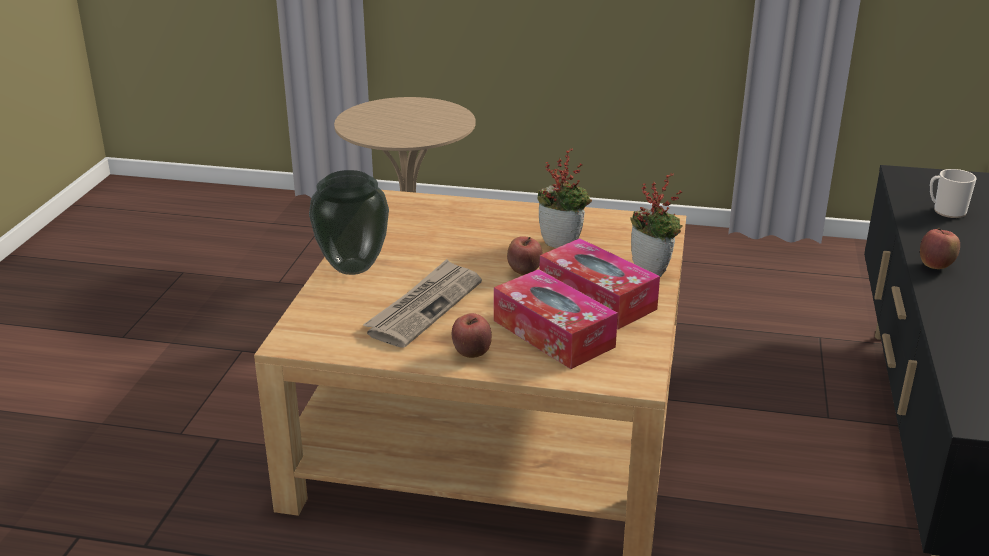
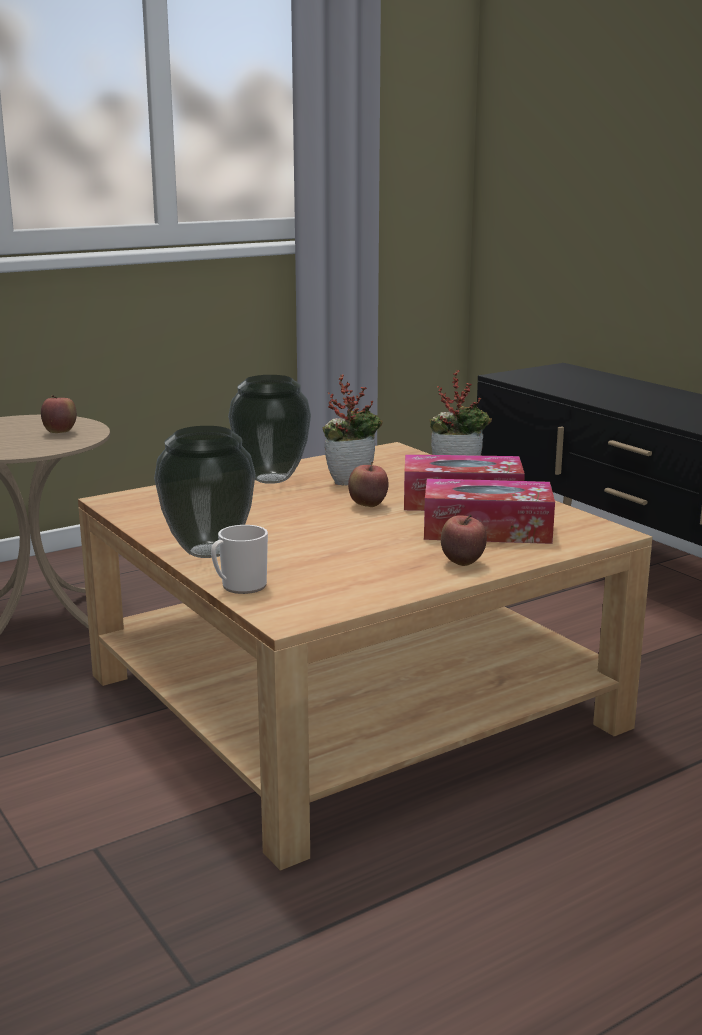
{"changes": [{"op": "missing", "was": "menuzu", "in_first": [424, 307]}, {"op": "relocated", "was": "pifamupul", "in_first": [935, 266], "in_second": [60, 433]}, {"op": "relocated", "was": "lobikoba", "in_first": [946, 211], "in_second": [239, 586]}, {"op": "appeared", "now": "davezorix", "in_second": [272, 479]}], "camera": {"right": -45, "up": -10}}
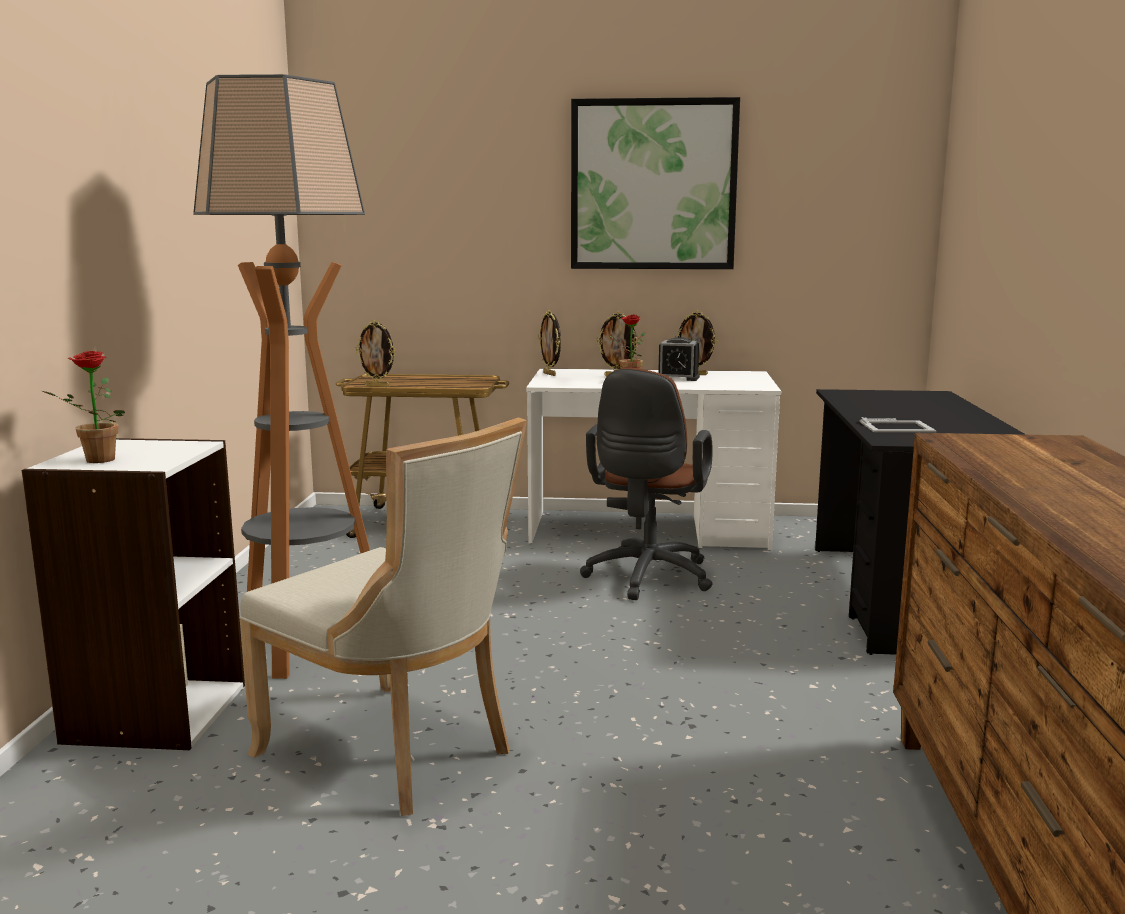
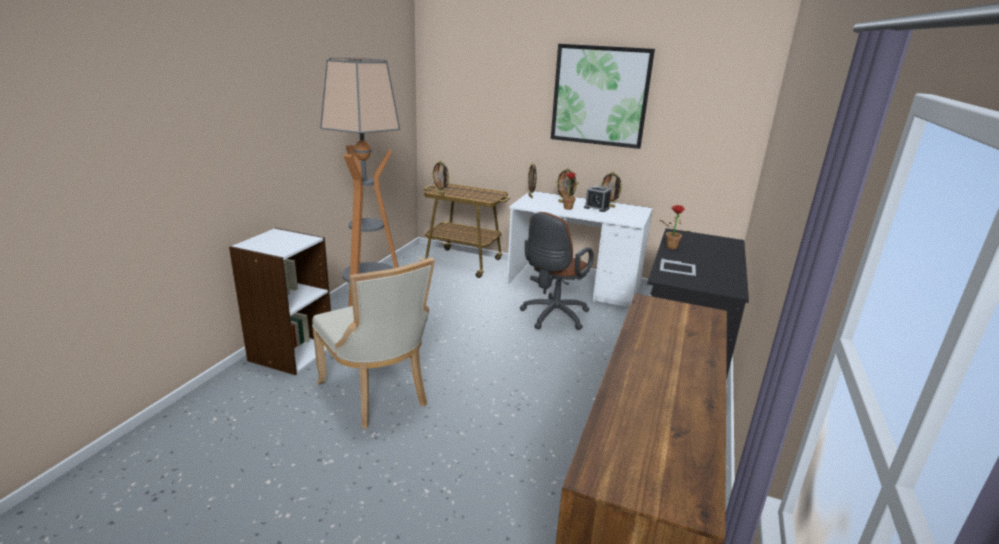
{"changes": [{"op": "relocated", "was": "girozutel", "in_first": [94, 461], "in_second": [669, 247]}], "camera": {"right": 15, "up": 10}}
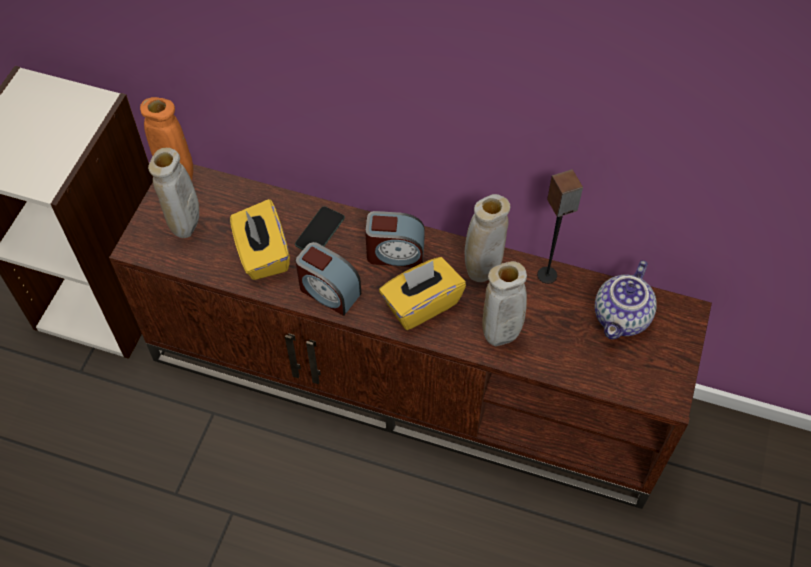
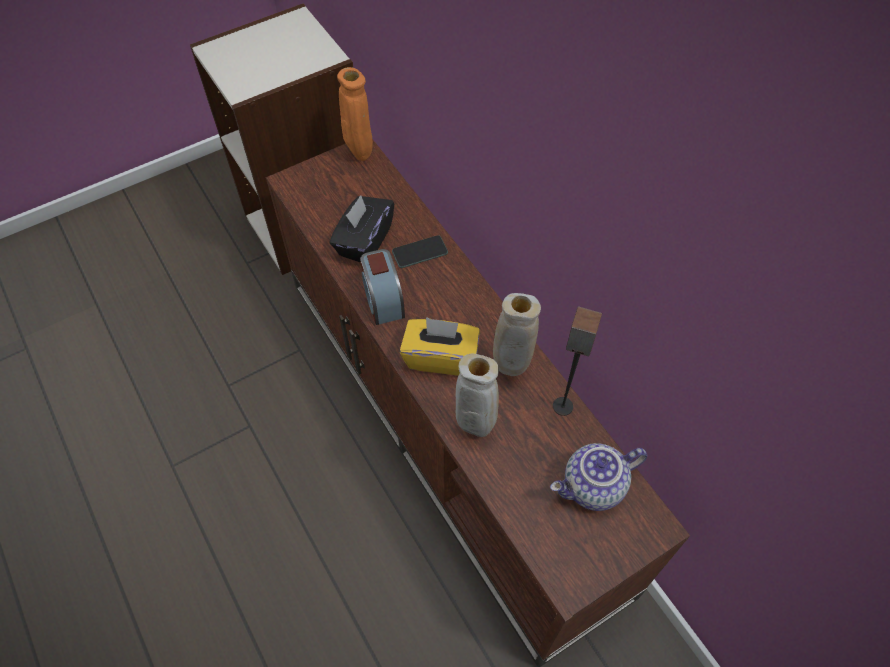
{"changes": [{"op": "missing", "was": "beige davezorix", "in_first": [187, 230]}, {"op": "colour", "was": "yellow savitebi", "now": "black savitebi", "in_first": [262, 254], "in_second": [364, 241]}, {"op": "missing", "was": "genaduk", "in_first": [395, 253]}], "camera": {"right": 40, "up": 0}}
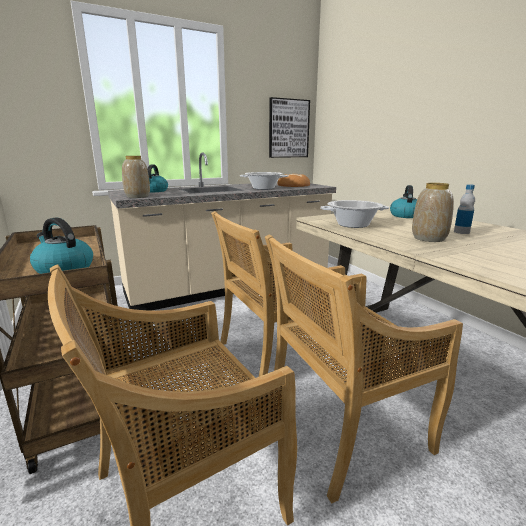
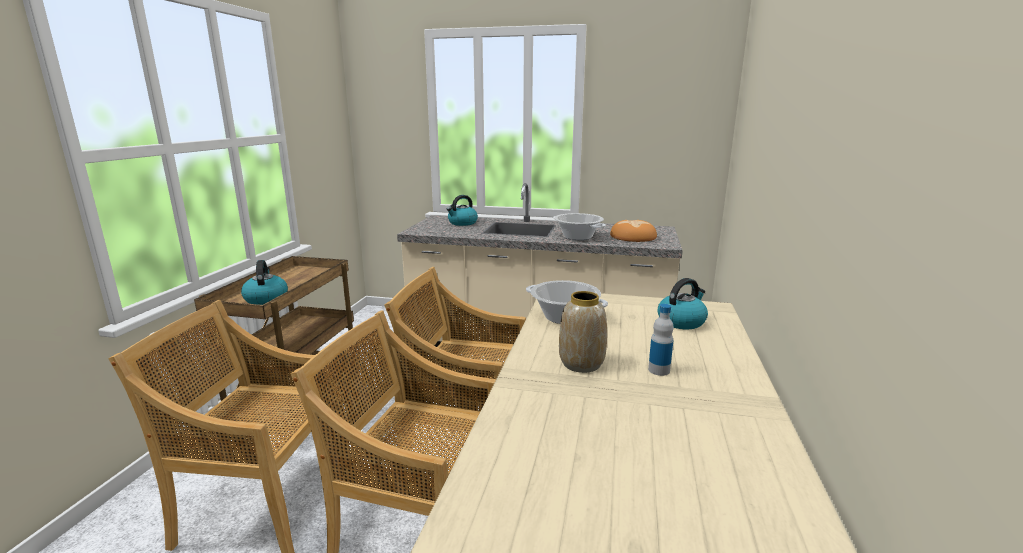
{"changes": [{"op": "missing", "was": "davezorix", "in_first": [138, 196]}, {"op": "missing", "was": "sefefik", "in_first": [288, 128]}], "camera": {"right": 40, "up": 0}}
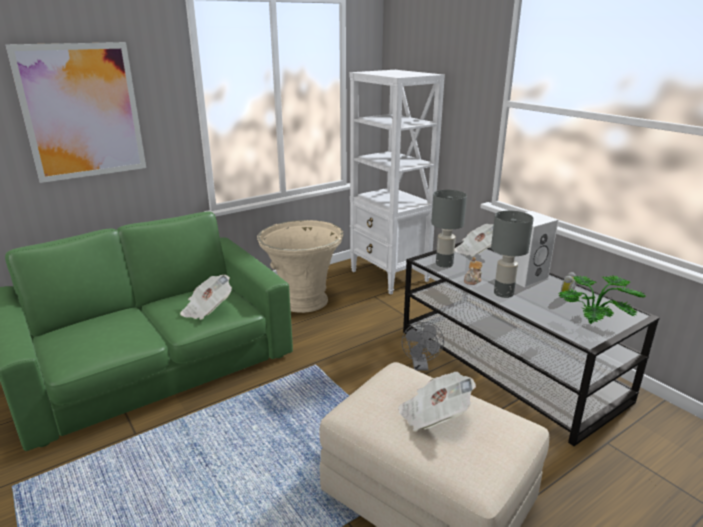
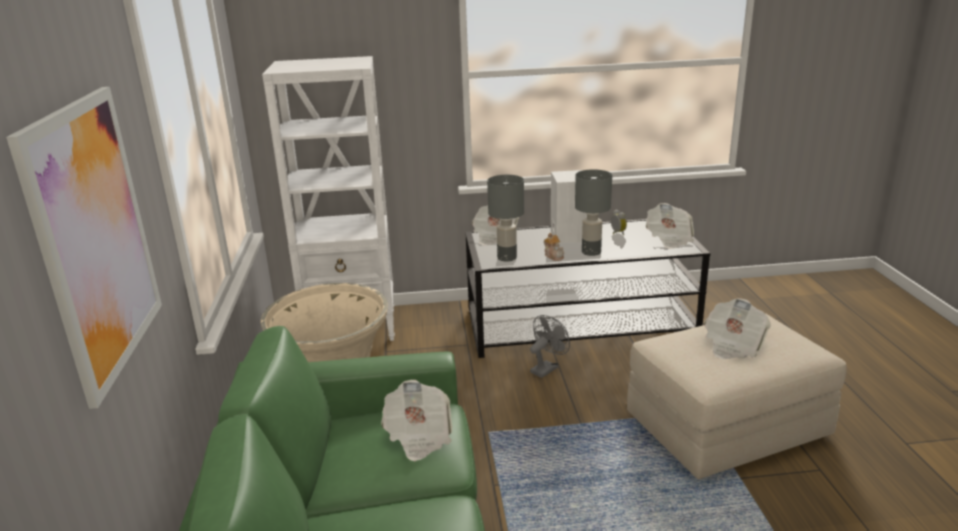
{"changes": [{"op": "spun", "was": "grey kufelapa", "in_first": [420, 366], "in_second": [547, 368], "clockwise": -75}, {"op": "exchanged", "was": "girozutel", "now": "menuzu", "in_first": [595, 325], "in_second": [669, 239]}], "camera": {"right": -60, "up": 0}}
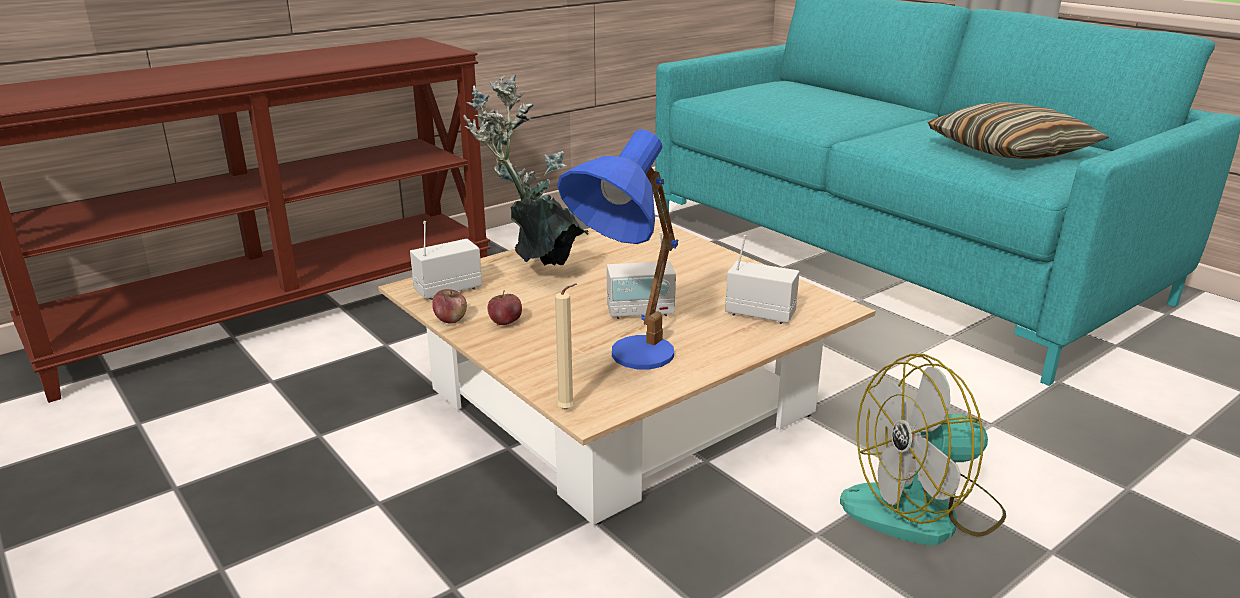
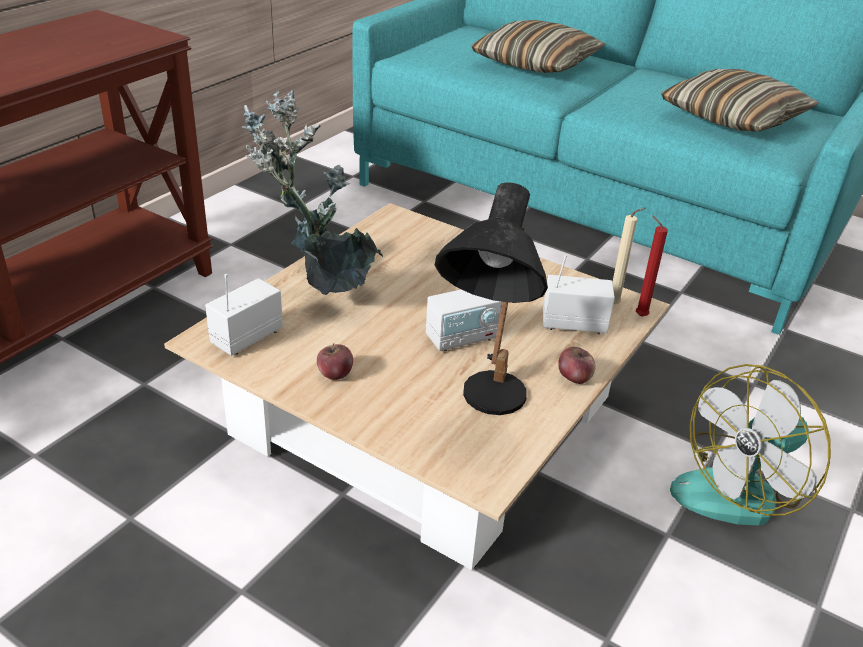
{"changes": [{"op": "relocated", "was": "pifamupul", "in_first": [451, 319], "in_second": [574, 377]}, {"op": "relocated", "was": "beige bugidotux", "in_first": [568, 410], "in_second": [615, 304]}, {"op": "colour", "was": "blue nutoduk", "now": "black nutoduk", "in_first": [625, 362], "in_second": [484, 408]}, {"op": "appeared", "now": "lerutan", "in_second": [536, 63]}, {"op": "appeared", "now": "red bugidotux", "in_second": [639, 315]}], "camera": {"right": -20, "up": 10}}
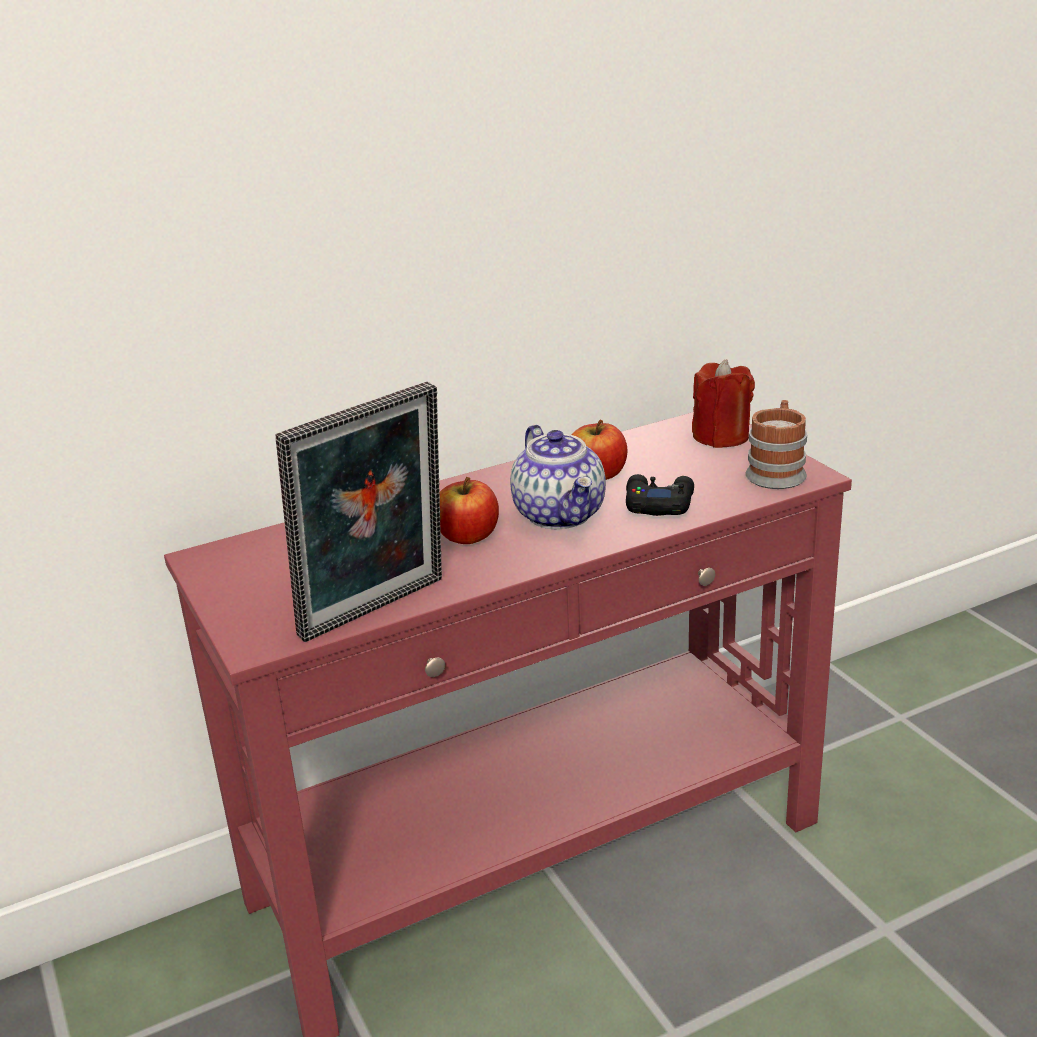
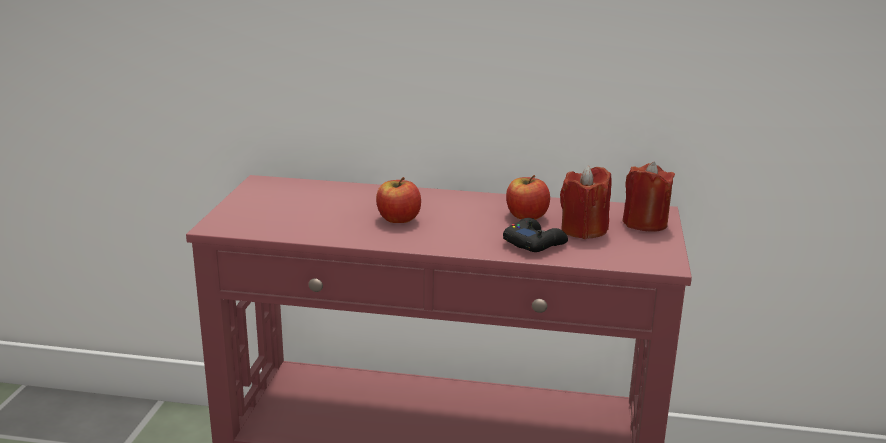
{"changes": [{"op": "missing", "was": "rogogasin", "in_first": [378, 611]}, {"op": "missing", "was": "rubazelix", "in_first": [561, 515]}, {"op": "missing", "was": "lobikoba", "in_first": [777, 471]}, {"op": "appeared", "now": "red bugidotux", "in_second": [583, 230]}], "camera": {"right": 35, "up": -5}}
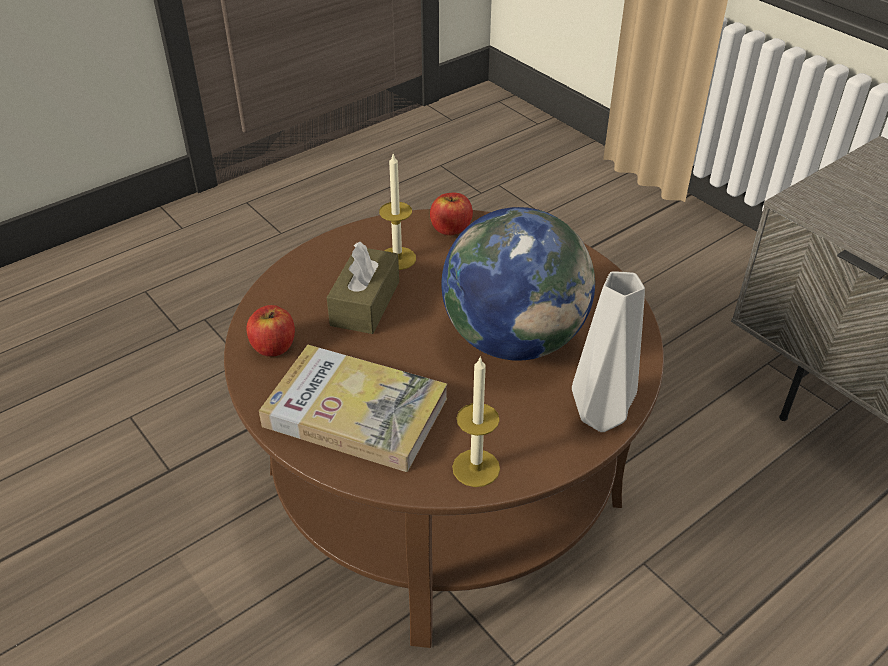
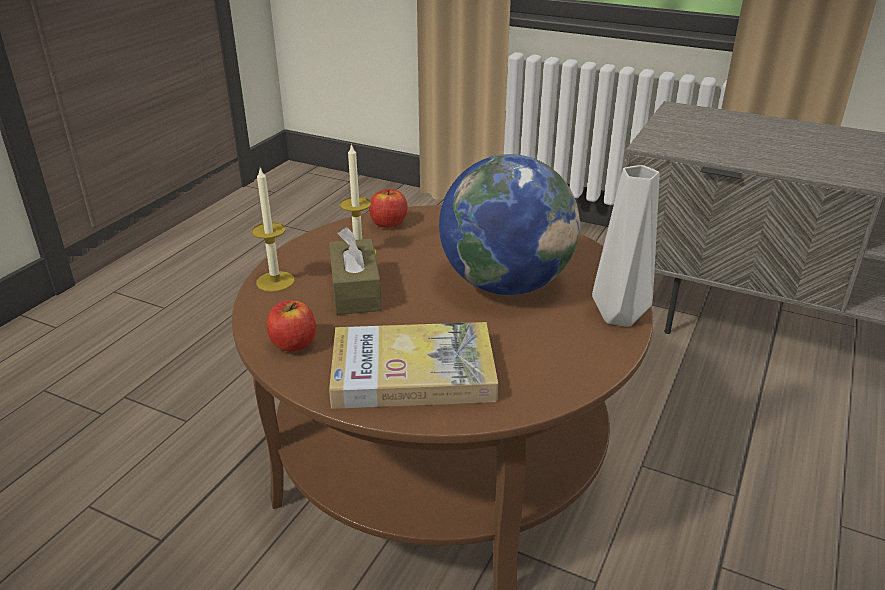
{"changes": [{"op": "relocated", "was": "bugidotux", "in_first": [476, 468], "in_second": [275, 281]}], "camera": {"right": -25, "up": -10}}
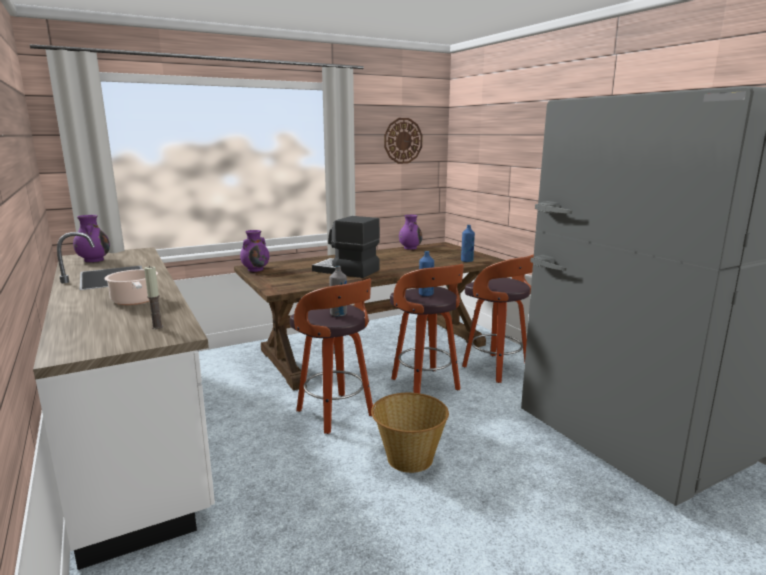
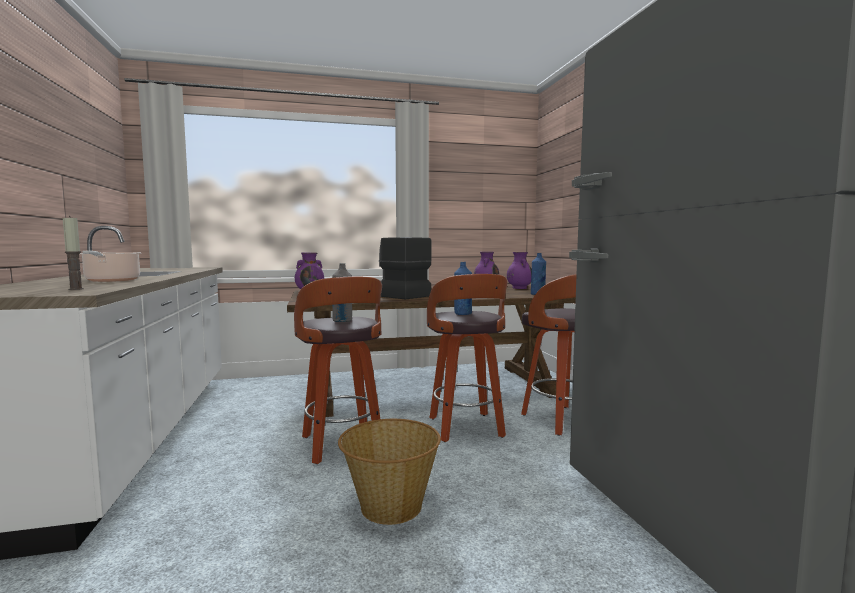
{"changes": [{"op": "relocated", "was": "purple davezorix", "in_first": [94, 260], "in_second": [519, 288]}, {"op": "missing", "was": "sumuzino", "in_first": [403, 141]}], "camera": {"right": 15, "up": -10}}
